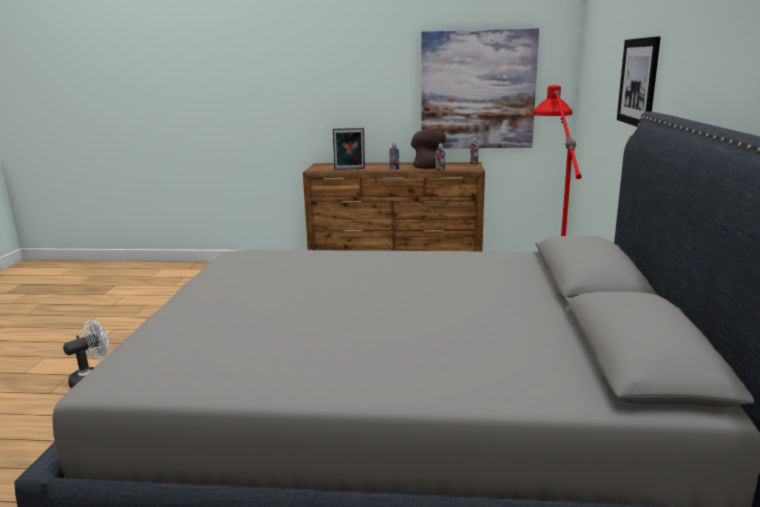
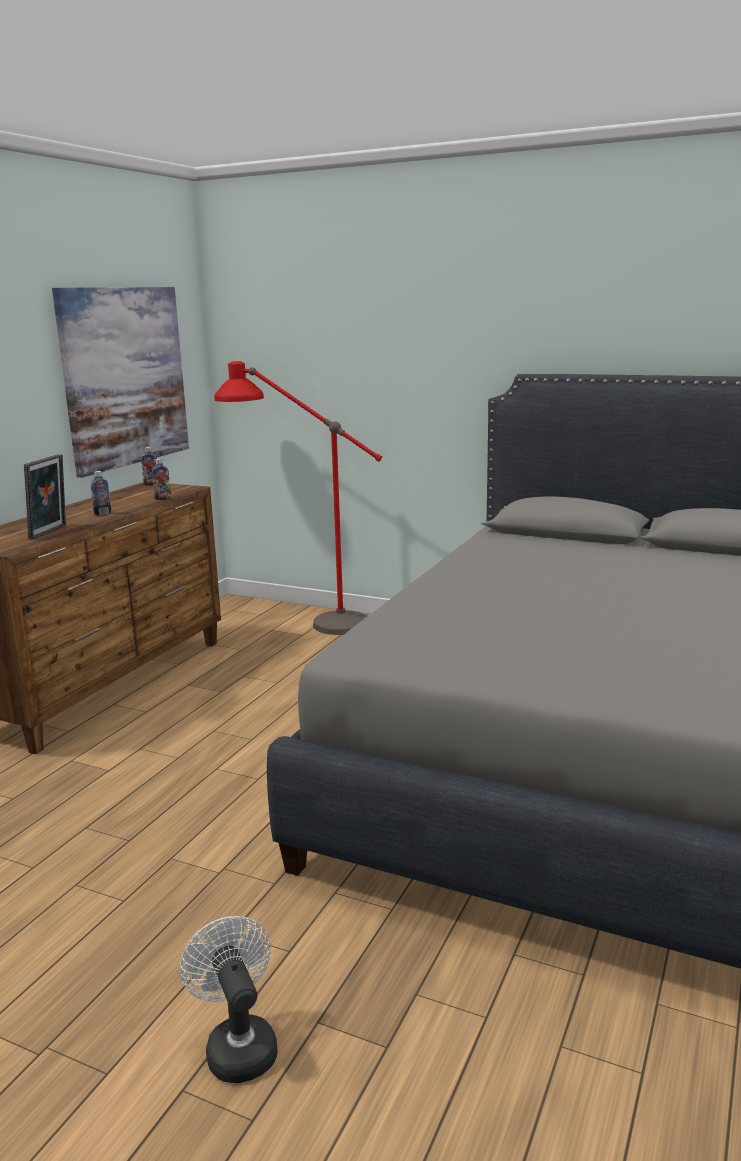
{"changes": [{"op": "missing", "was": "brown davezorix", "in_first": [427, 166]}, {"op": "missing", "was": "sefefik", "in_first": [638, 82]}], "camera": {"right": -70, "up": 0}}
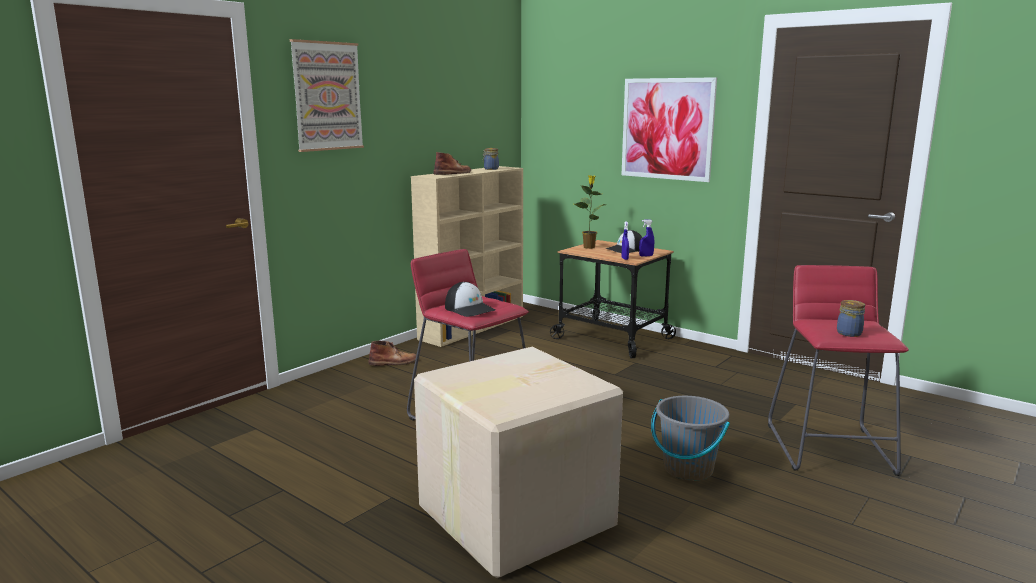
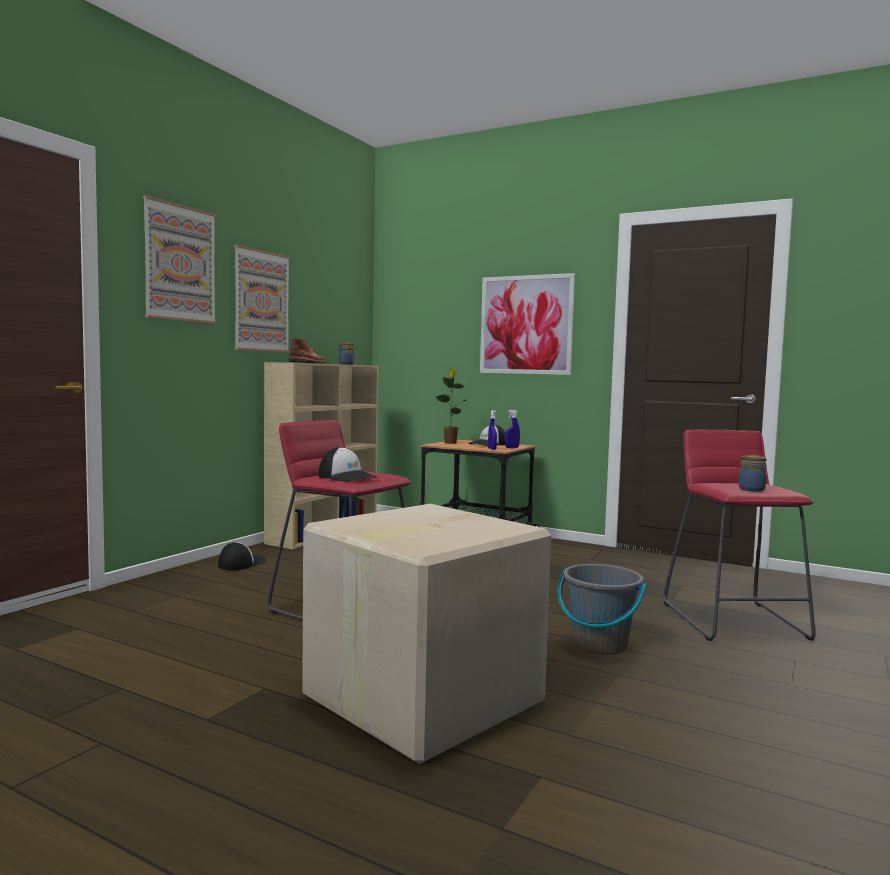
{"changes": [{"op": "exchanged", "was": "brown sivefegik", "now": "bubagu", "in_first": [394, 362], "in_second": [241, 563]}, {"op": "appeared", "now": "sefefik", "in_second": [261, 301]}], "camera": {"right": -10, "up": -10}}
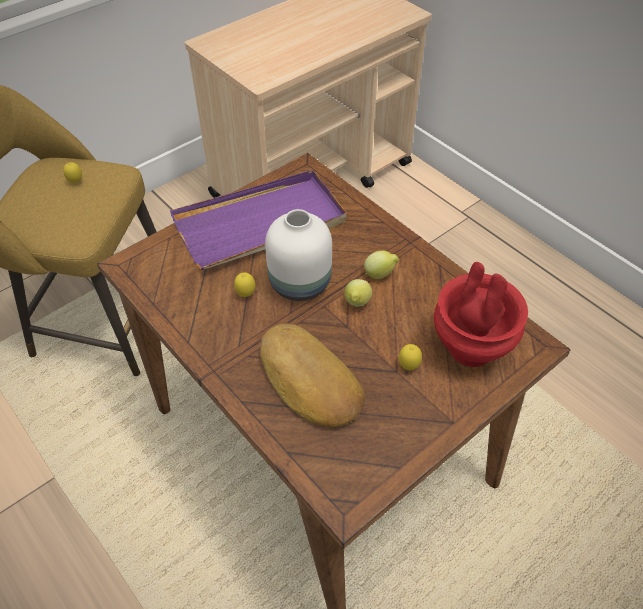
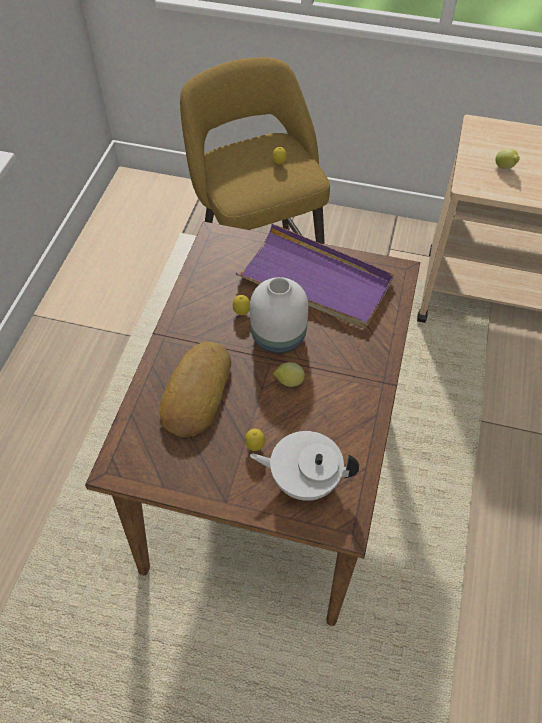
{"changes": [{"op": "relocated", "was": "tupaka", "in_first": [380, 274], "in_second": [504, 168]}, {"op": "exchanged", "was": "red davezorix", "now": "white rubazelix", "in_first": [469, 349], "in_second": [304, 479]}], "camera": {"right": 55, "up": 5}}
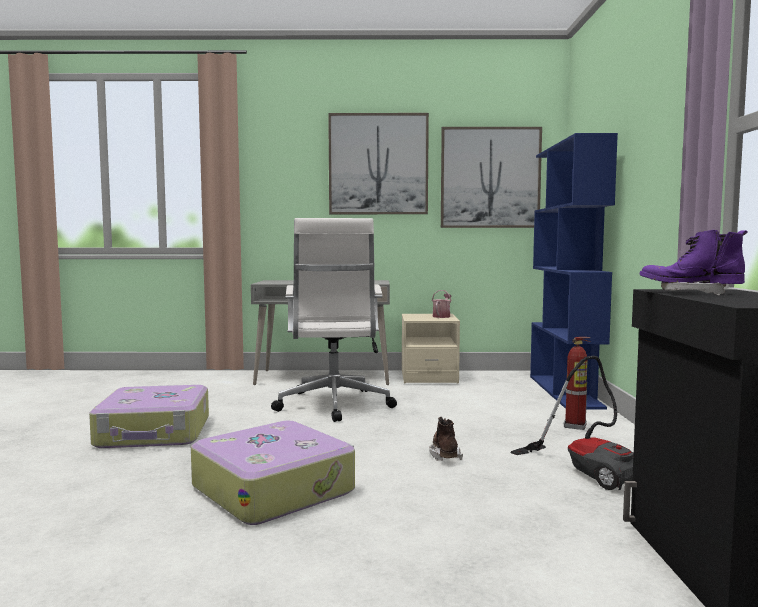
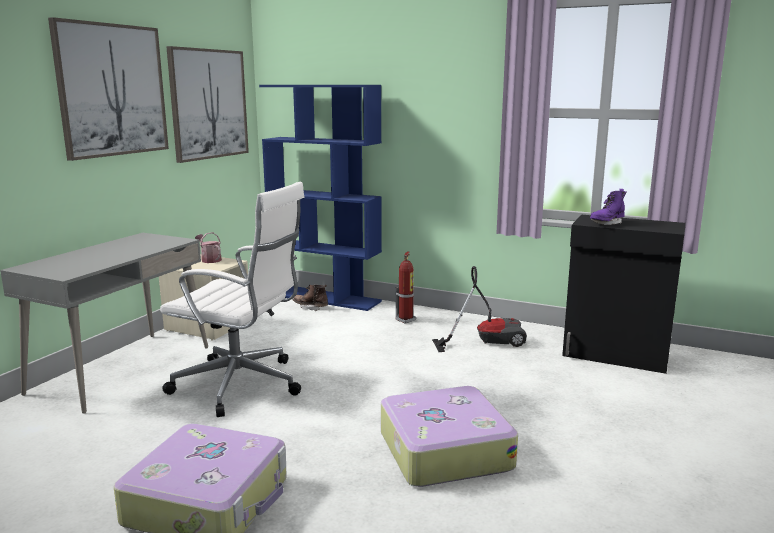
{"changes": [{"op": "relocated", "was": "brown sivefegik", "in_first": [445, 454], "in_second": [310, 307]}], "camera": {"right": -65, "up": 10}}
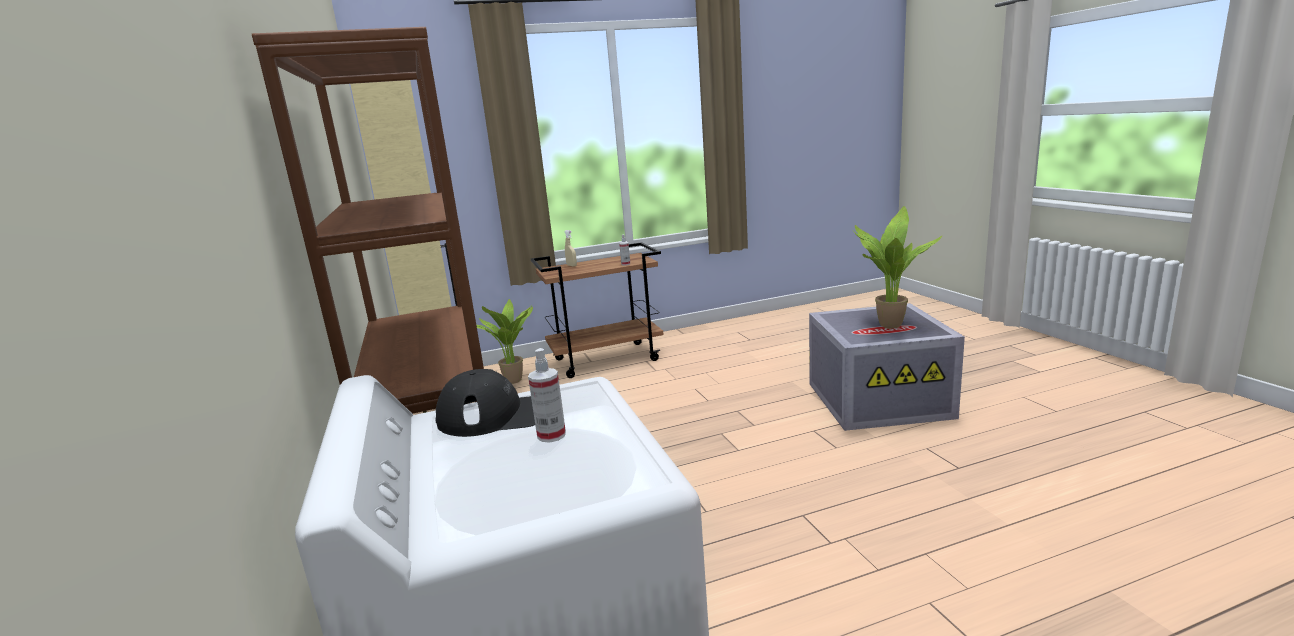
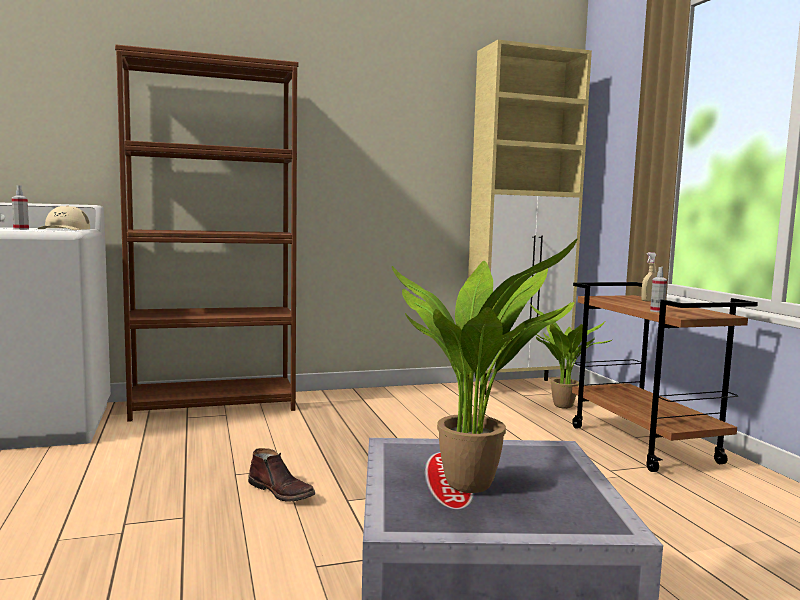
{"changes": [{"op": "colour", "was": "black bubagu", "now": "beige bubagu", "in_first": [497, 415], "in_second": [64, 229]}, {"op": "appeared", "now": "brown sivefegik", "in_second": [282, 491]}], "camera": {"right": 90, "up": -10}}
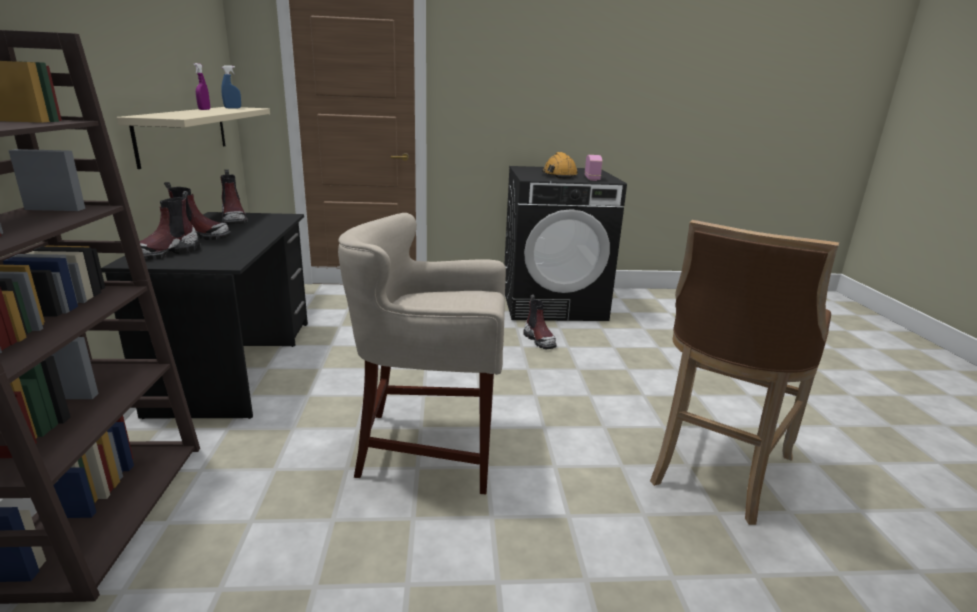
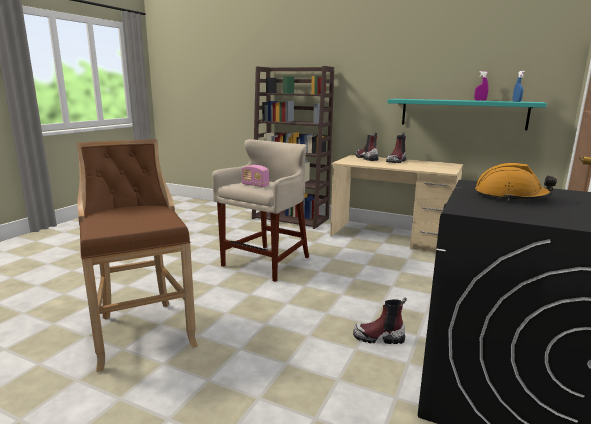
{"changes": [{"op": "colour", "was": "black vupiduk", "now": "beige vupiduk", "in_first": [238, 364], "in_second": [392, 237]}, {"op": "colour", "was": "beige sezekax", "now": "turquoise sezekax", "in_first": [184, 133], "in_second": [462, 113]}, {"op": "missing", "was": "sivefegik", "in_first": [234, 220]}, {"op": "relocated", "was": "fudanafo", "in_first": [592, 178], "in_second": [255, 185]}], "camera": {"right": 120, "up": -5}}
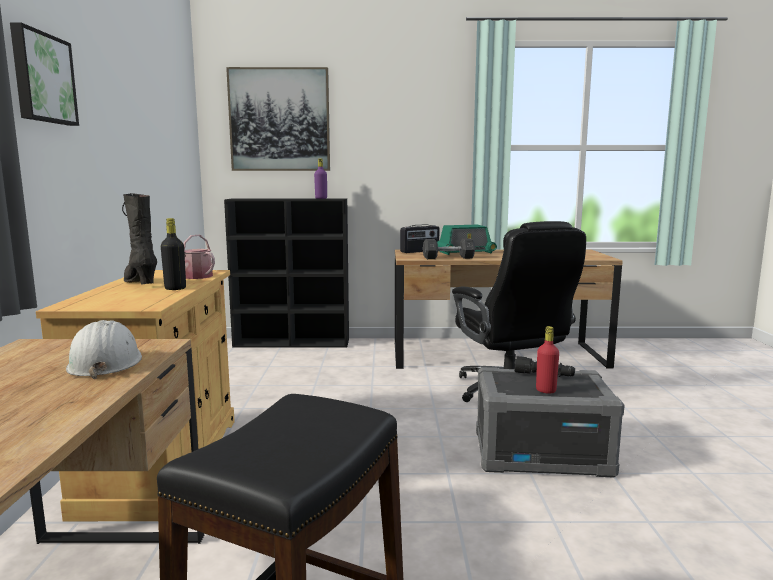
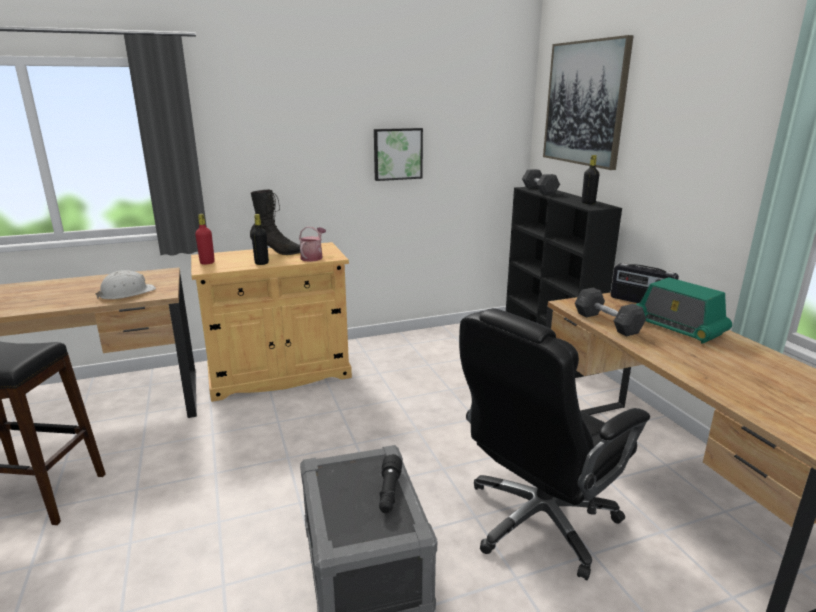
{"changes": [{"op": "relocated", "was": "sefefik", "in_first": [42, 78], "in_second": [397, 154]}, {"op": "spun", "was": "black sivefegik", "in_first": [140, 283], "in_second": [279, 252], "clockwise": 60}, {"op": "colour", "was": "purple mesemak", "now": "black mesemak", "in_first": [321, 198], "in_second": [588, 203]}, {"op": "relocated", "was": "red mesemak", "in_first": [546, 390], "in_second": [207, 262]}, {"op": "appeared", "now": "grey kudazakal", "in_second": [539, 190]}], "camera": {"right": 70, "up": 10}}
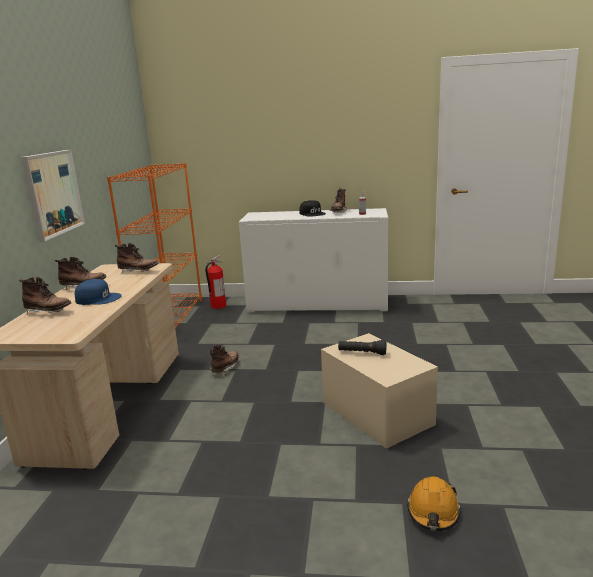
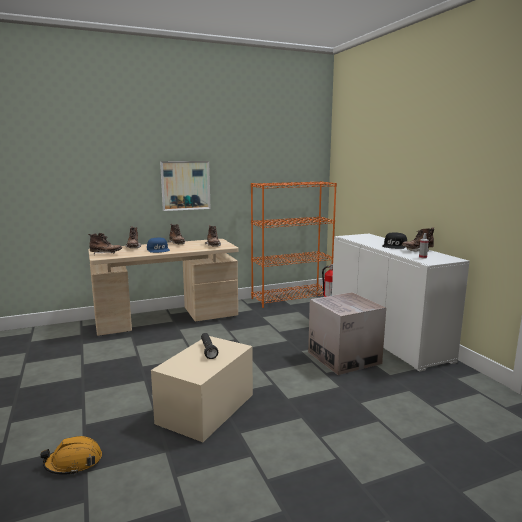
{"changes": [{"op": "relocated", "was": "brown sivefegik", "in_first": [225, 368], "in_second": [106, 254]}, {"op": "appeared", "now": "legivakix", "in_second": [344, 358]}], "camera": {"right": 60, "up": -5}}
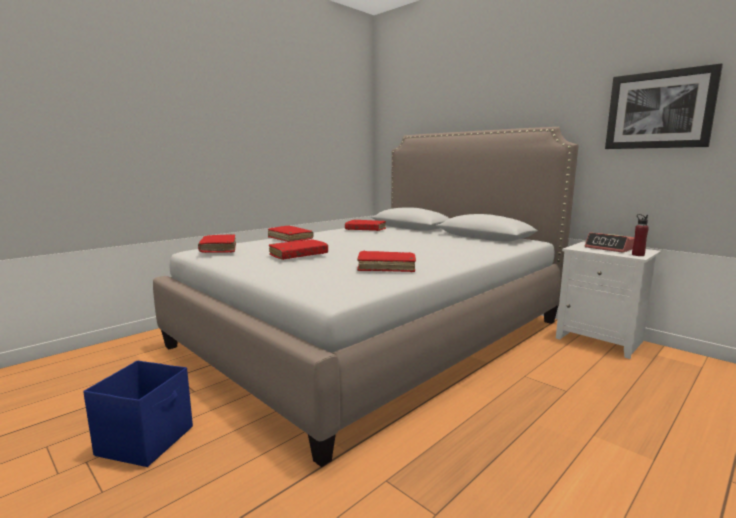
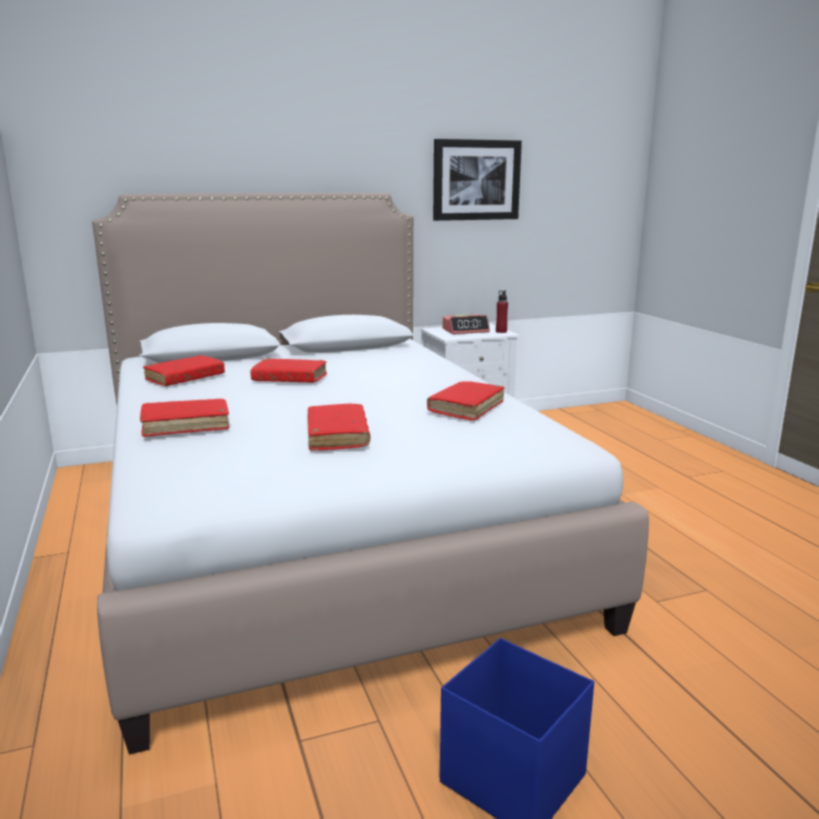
{"changes": [{"op": "relocated", "was": "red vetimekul", "in_first": [218, 249], "in_second": [290, 379]}], "camera": {"right": -65, "up": 5}}
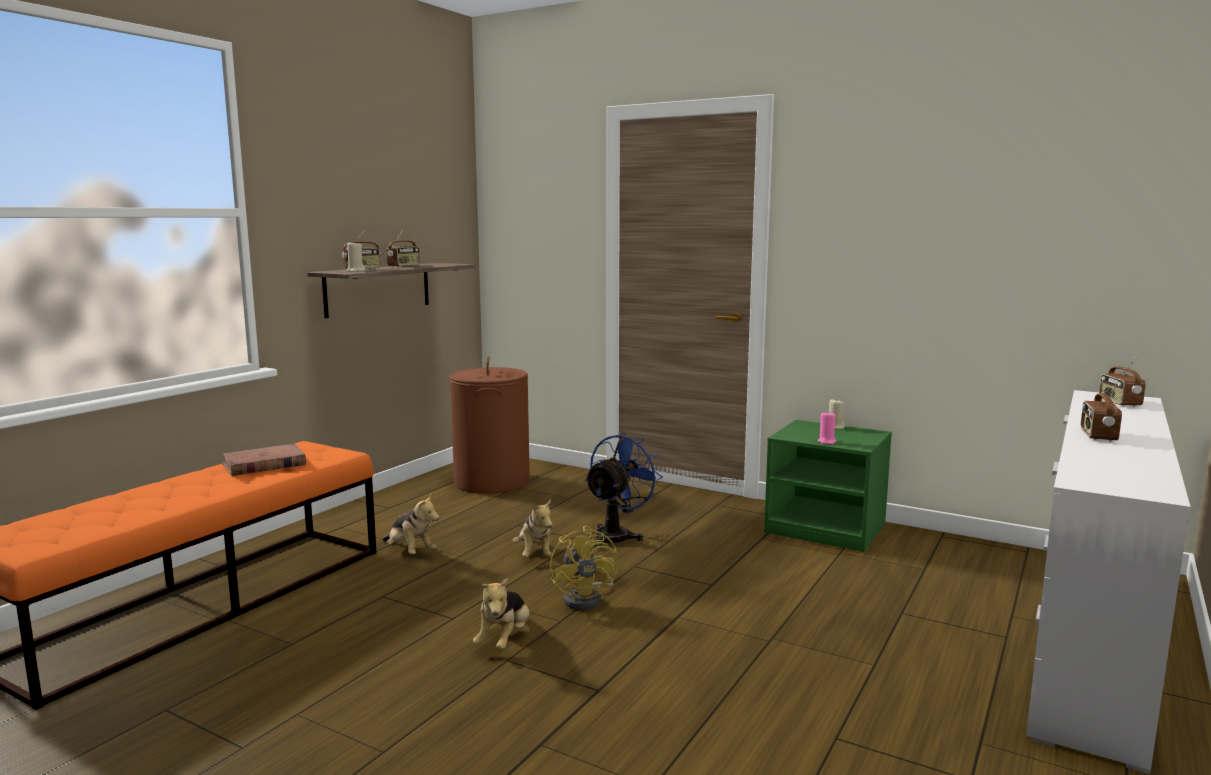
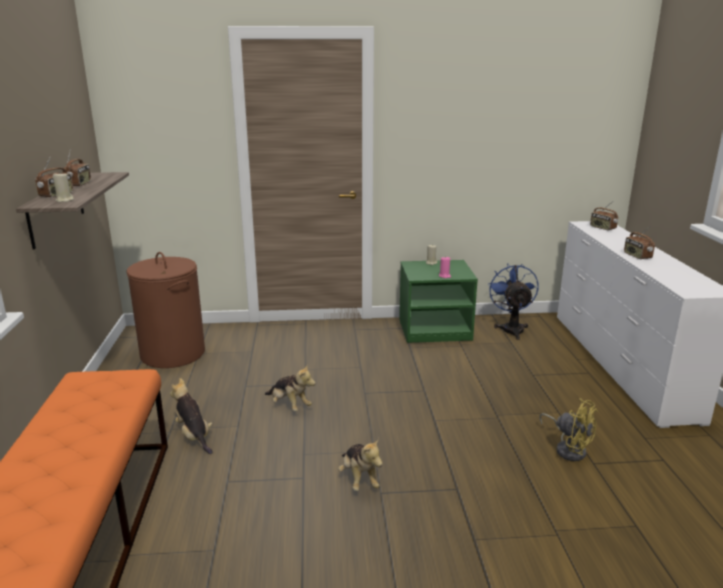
{"changes": [{"op": "missing", "was": "brown vetimekul", "in_first": [264, 464]}, {"op": "spun", "was": "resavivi", "in_first": [410, 551], "in_second": [194, 436], "clockwise": -135}, {"op": "relocated", "was": "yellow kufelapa", "in_first": [587, 598], "in_second": [568, 448]}, {"op": "relocated", "was": "blue kufelapa", "in_first": [617, 536], "in_second": [511, 328]}], "camera": {"right": -35, "up": 10}}
